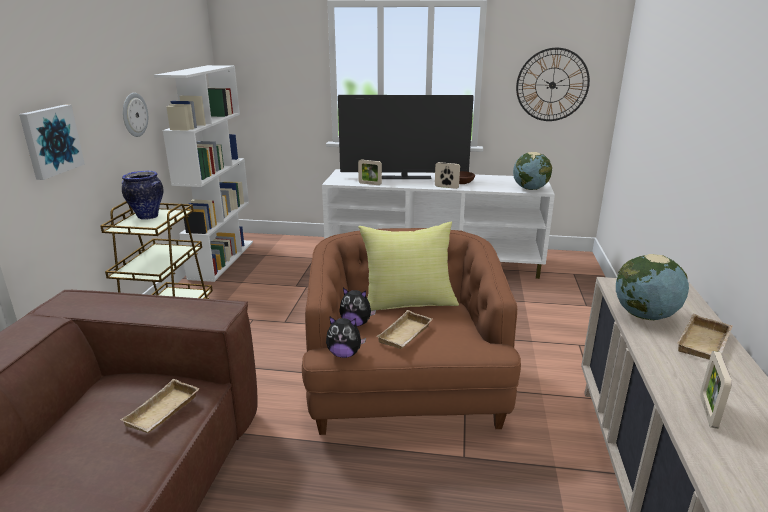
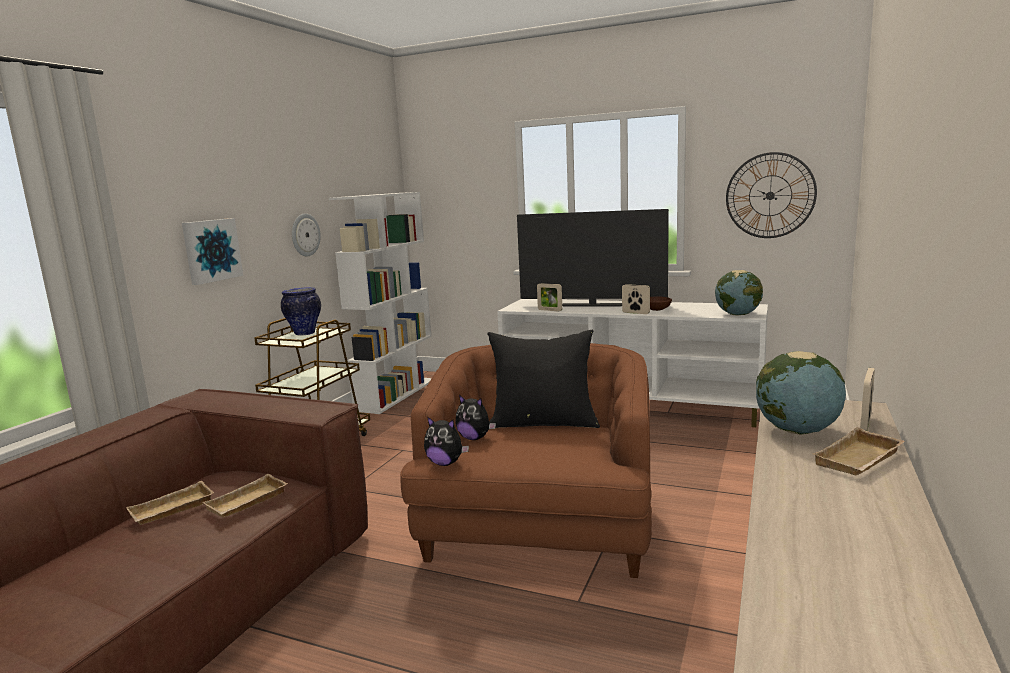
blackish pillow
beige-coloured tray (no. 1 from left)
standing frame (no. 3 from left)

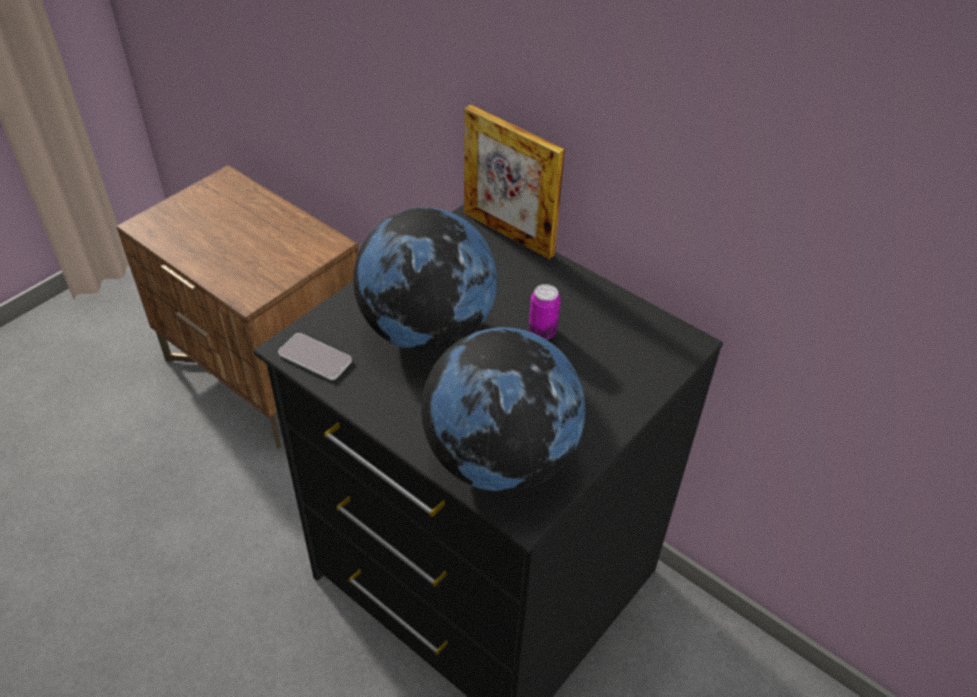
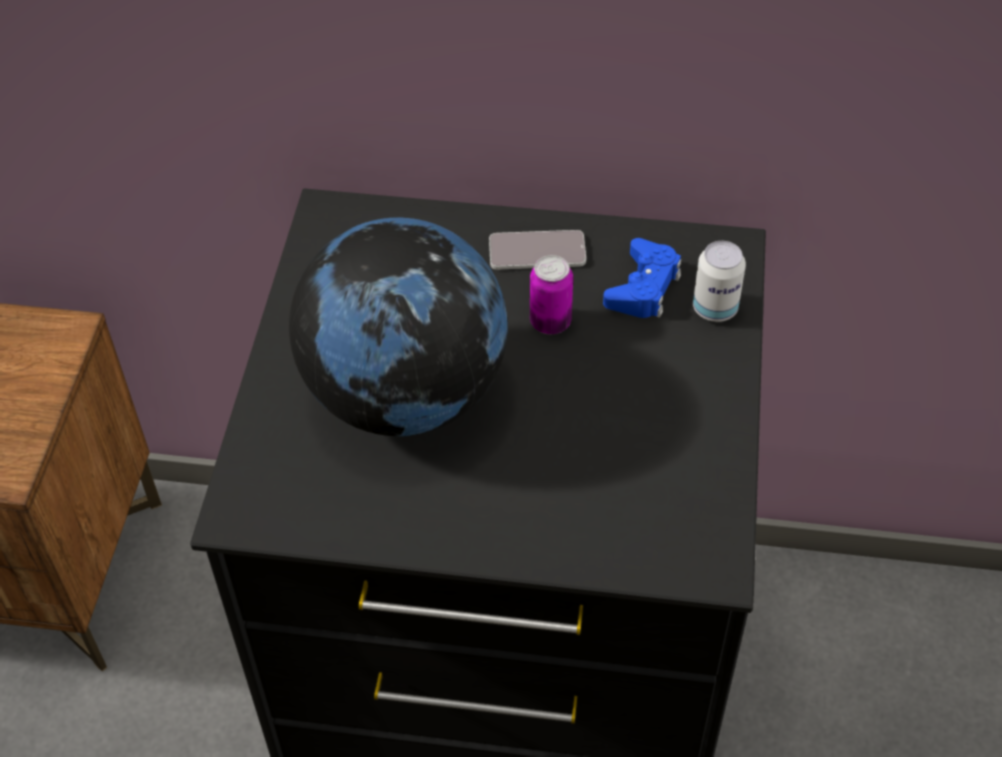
phone
world globe (no. 2 from left in the first image)
standing frame
blue gamepad
sealed can (no. 2 from left)

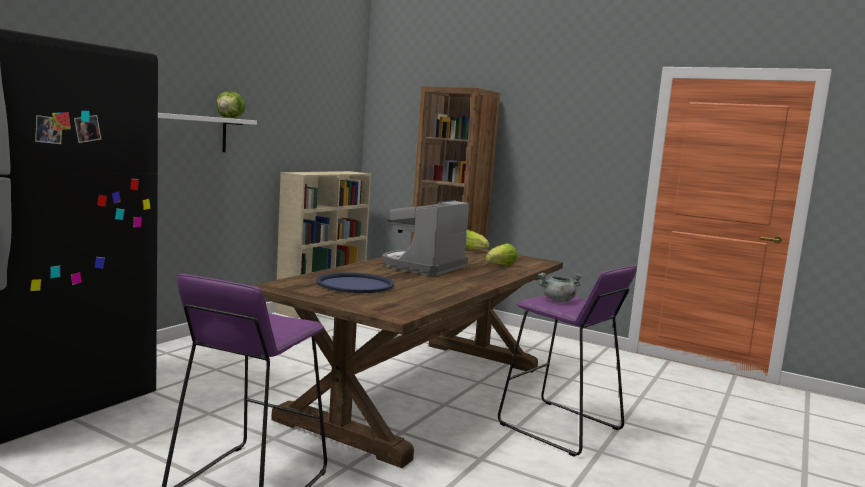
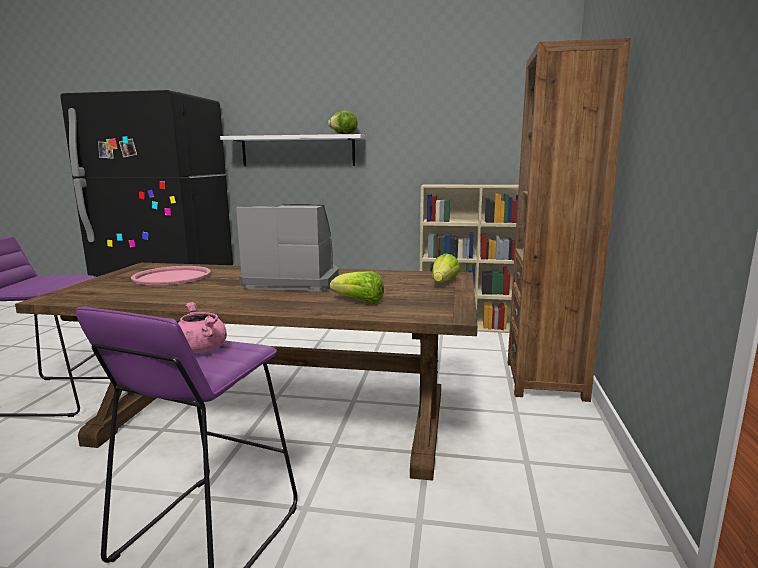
pink-coloured tray
pink-coloured saucepot

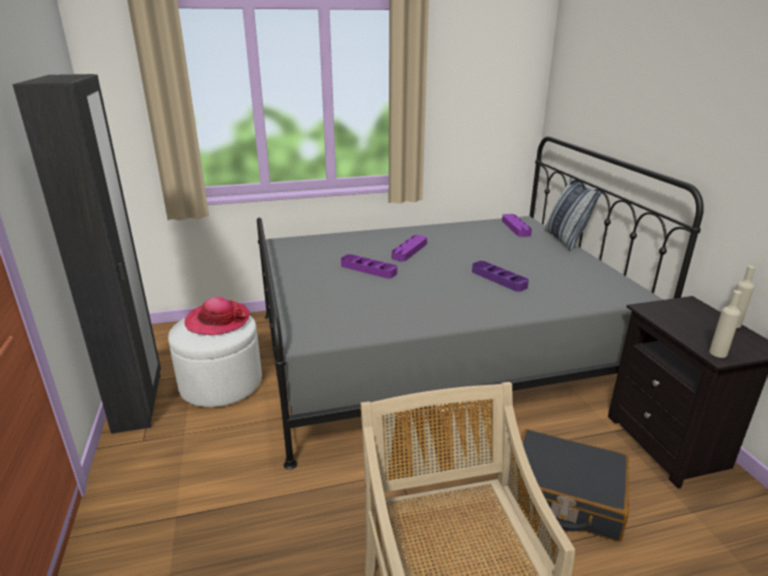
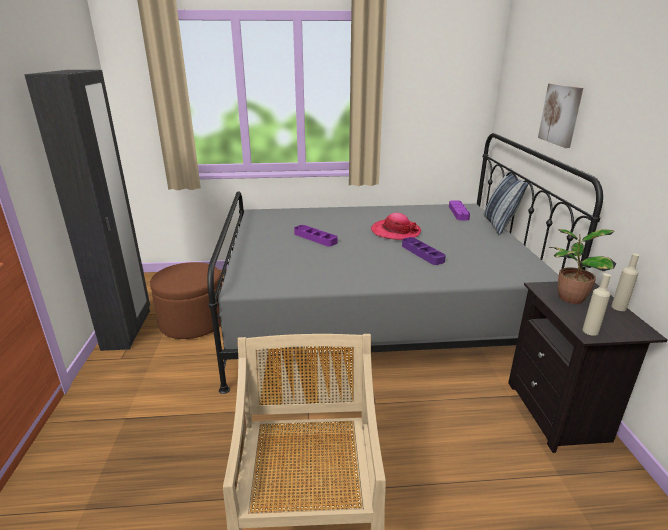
brownish pouffe
hat
purple tray (no. 2 from left in the first image)
blackish piece of luggage
picture
houseplant

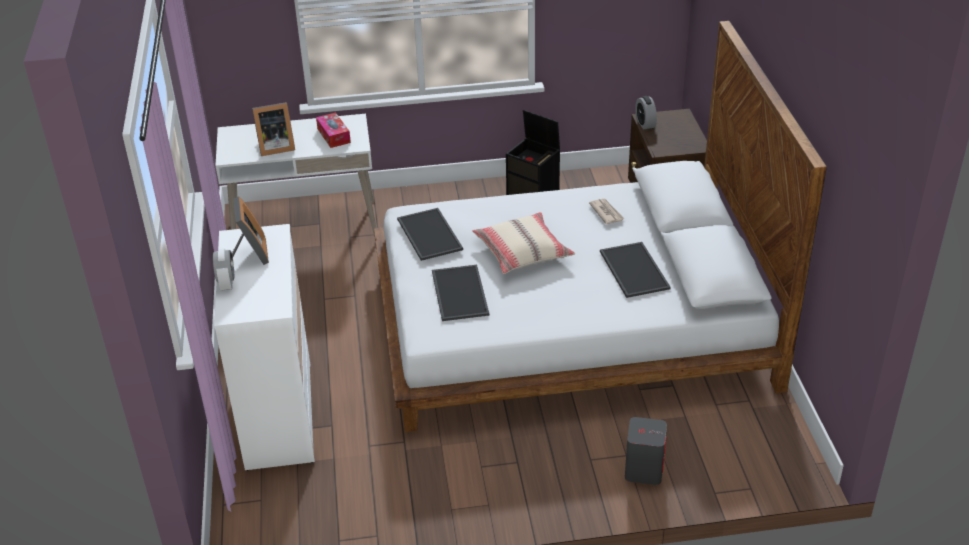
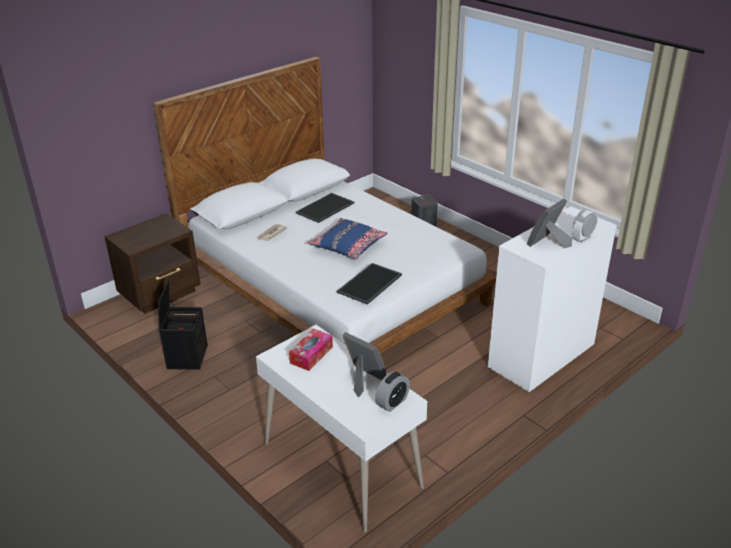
tray (no. 2 from left in the first image)
blue pillow
bedside clock (no. 1 from left)

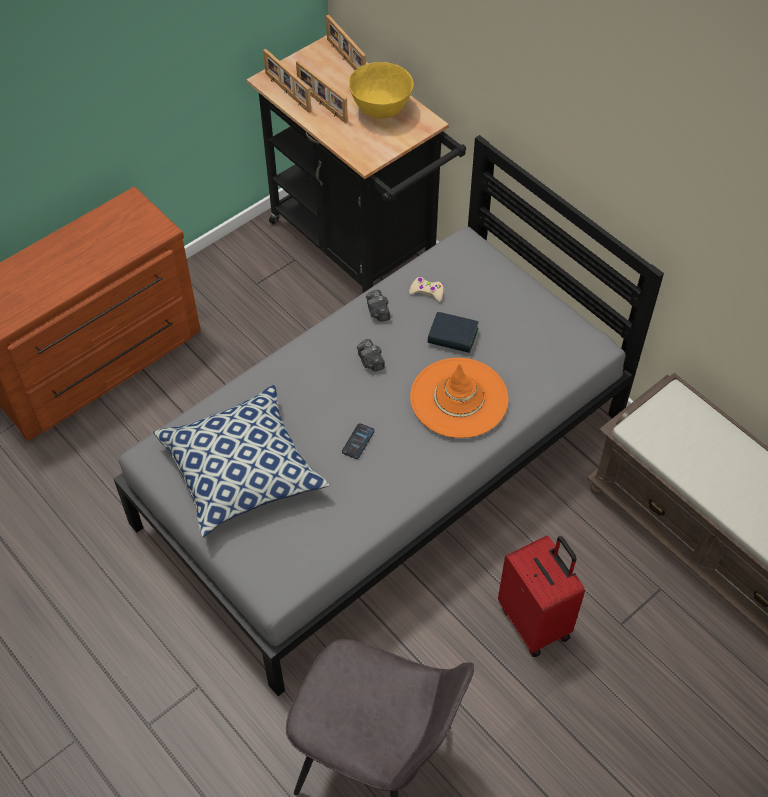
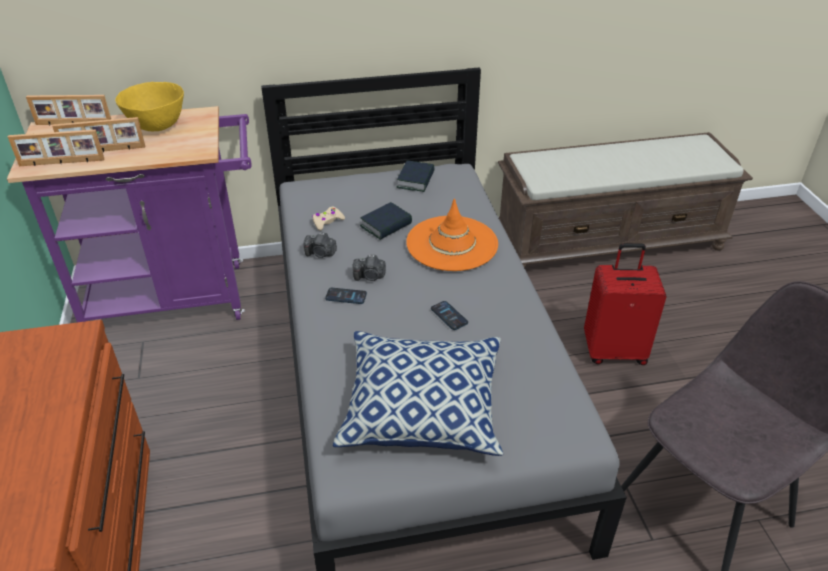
purple trolley
phone (no. 1 from left)
volume (no. 2 from left)

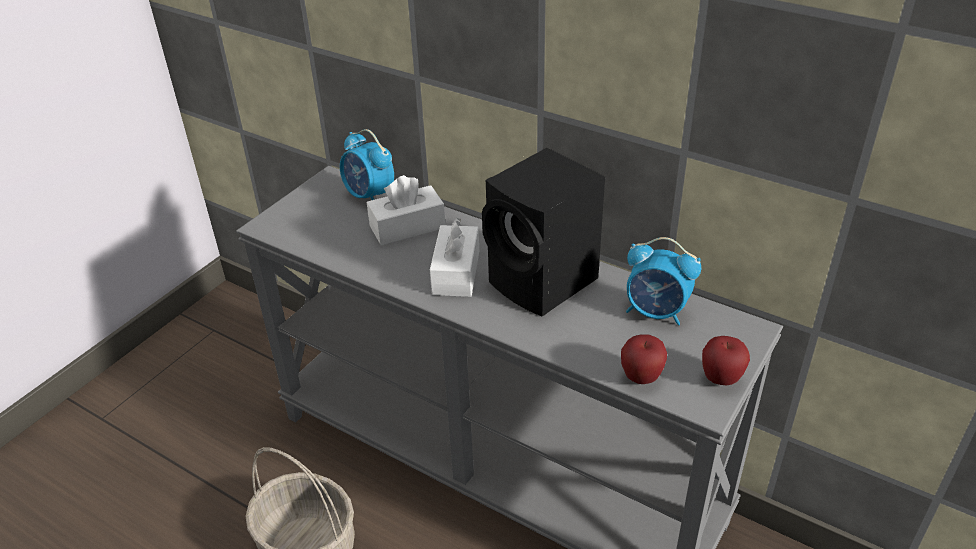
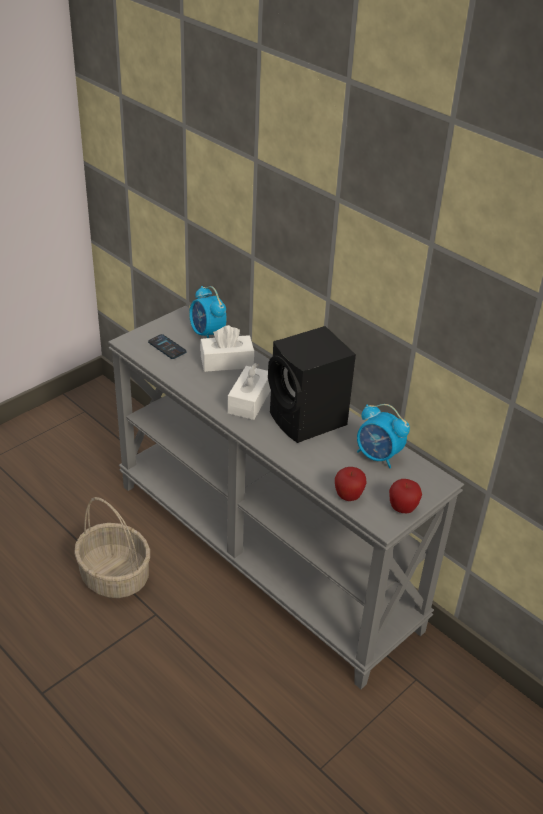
phone

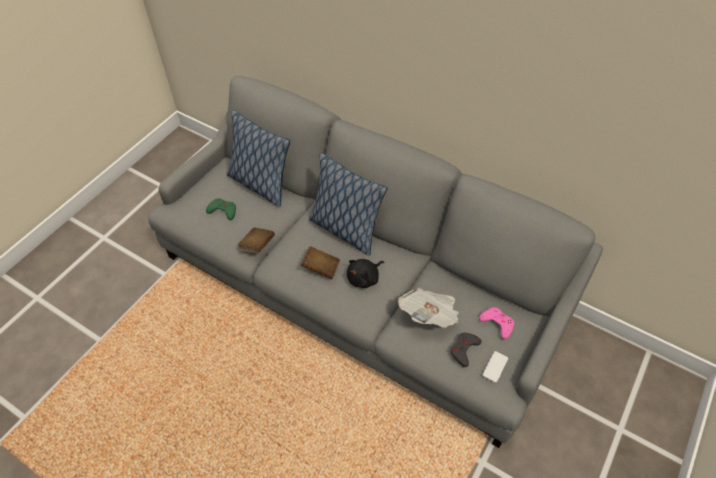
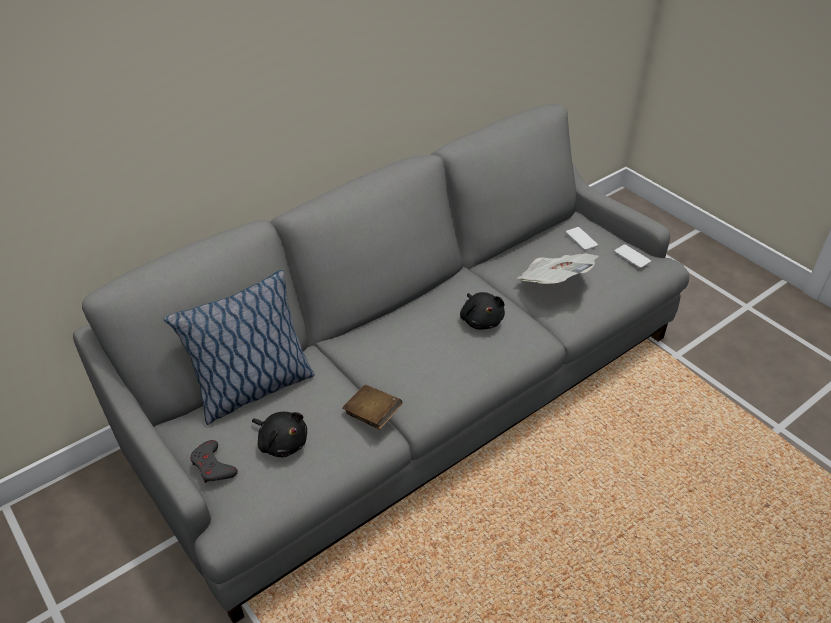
blackish soft toy (no. 1 from left)
brownish volume (no. 2 from left in the first image)
pillow (no. 2 from left in the first image)
greyish gamepad
phone (no. 1 from left)

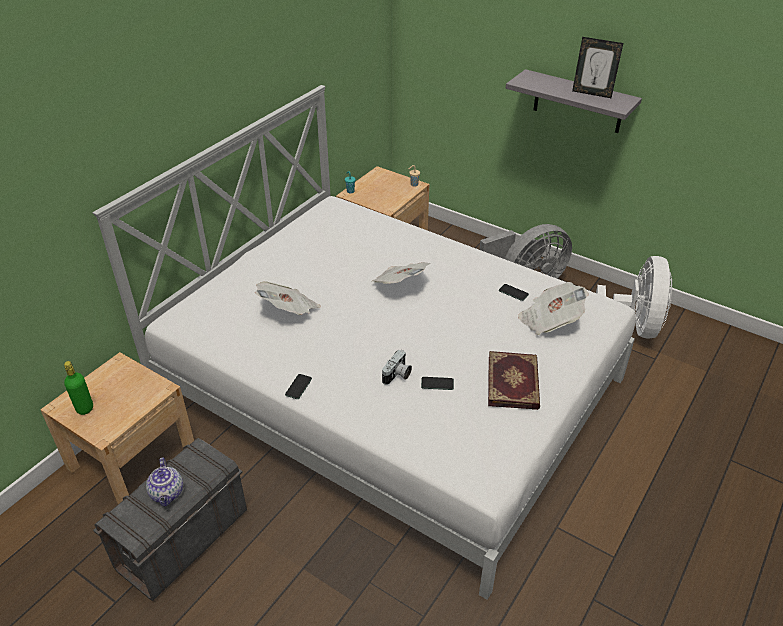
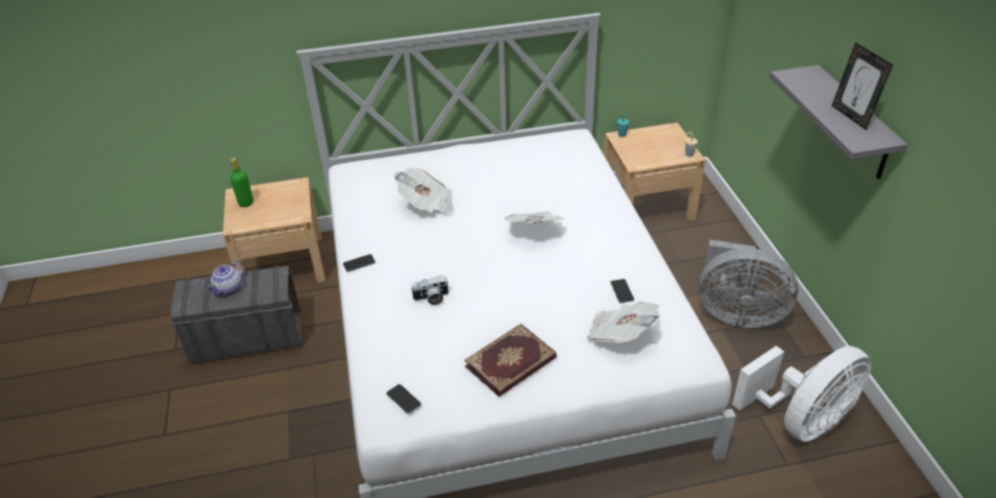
phone (no. 2 from left)

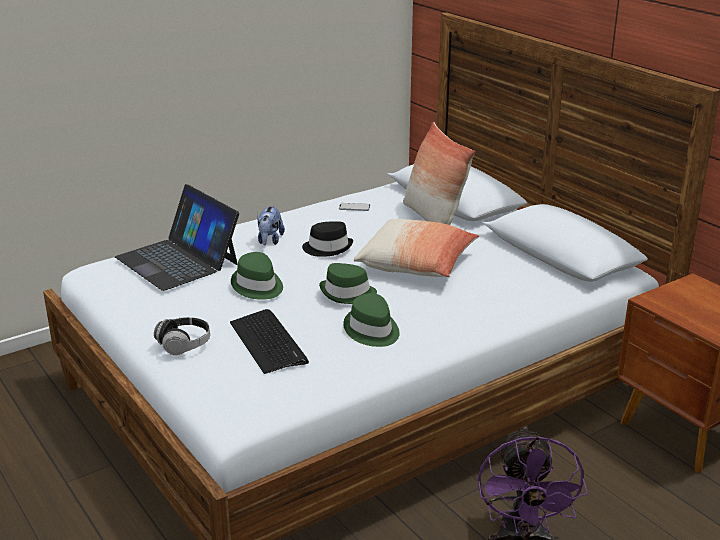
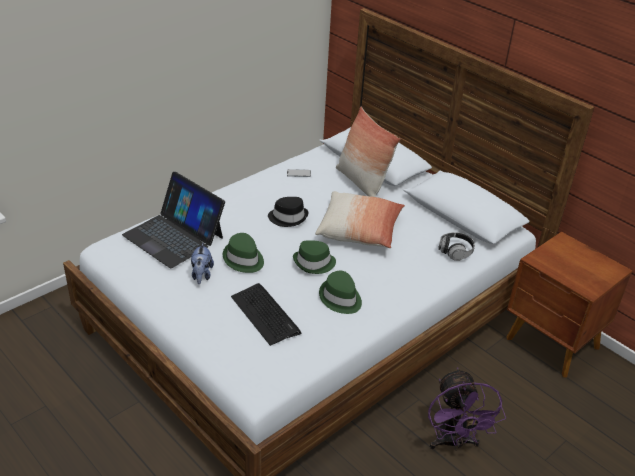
pair of headphones
soft toy

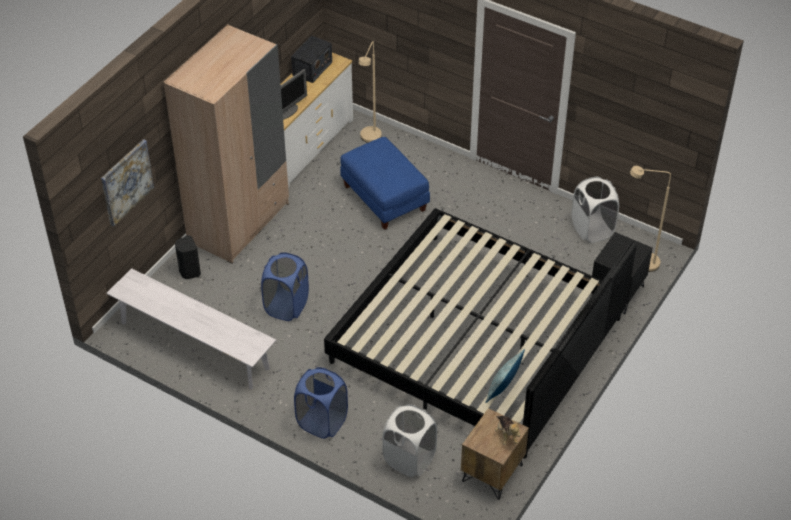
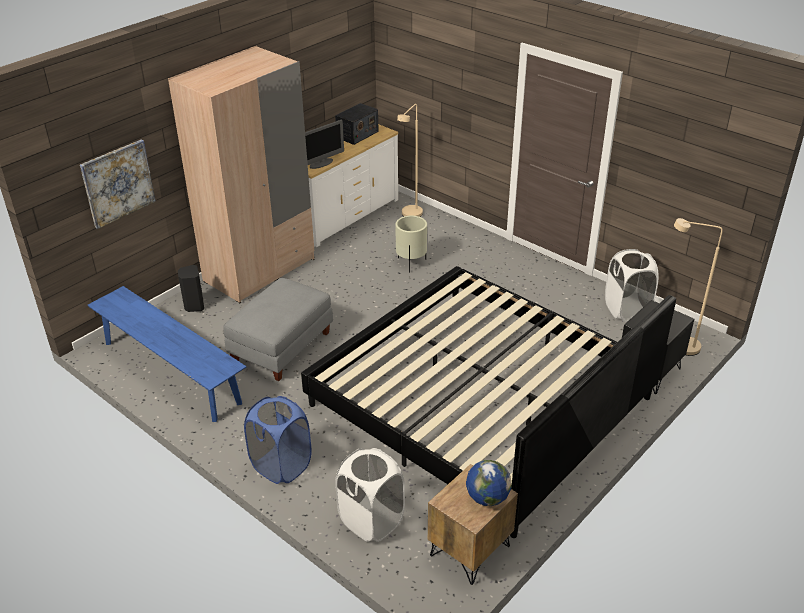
blue bench
greyish pouffe
beige-coloured planter
pillow
world globe

